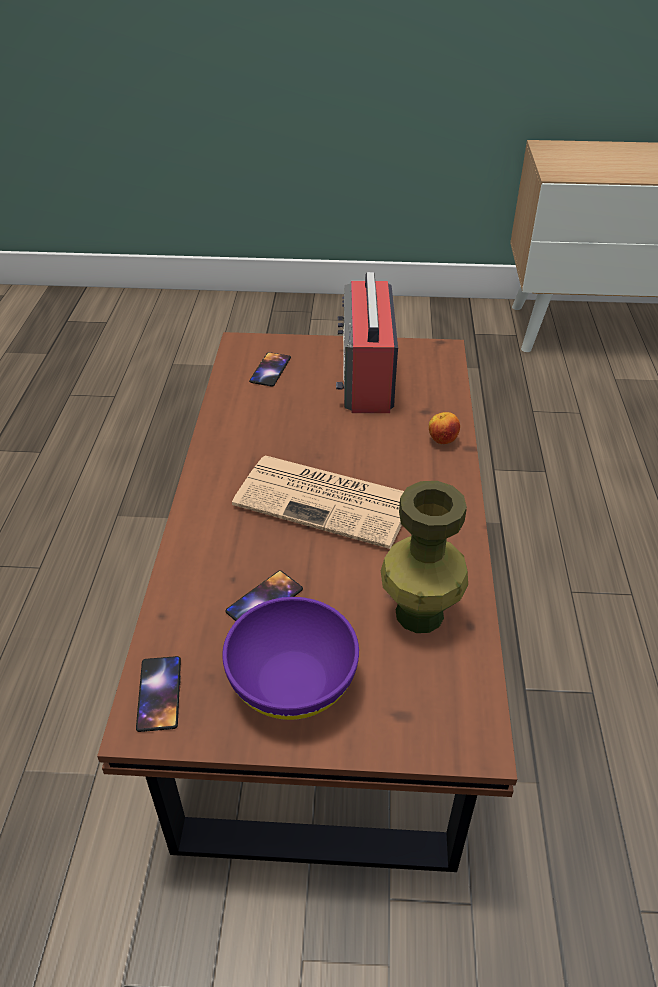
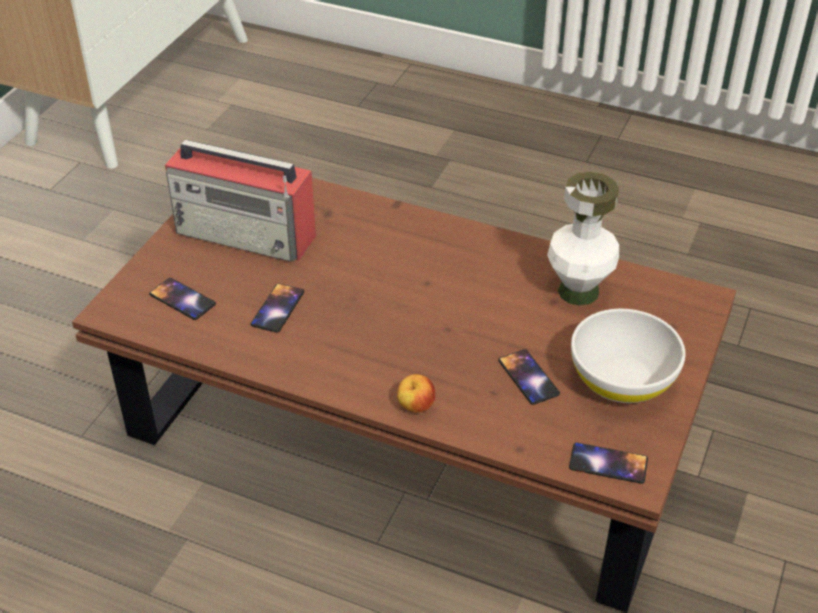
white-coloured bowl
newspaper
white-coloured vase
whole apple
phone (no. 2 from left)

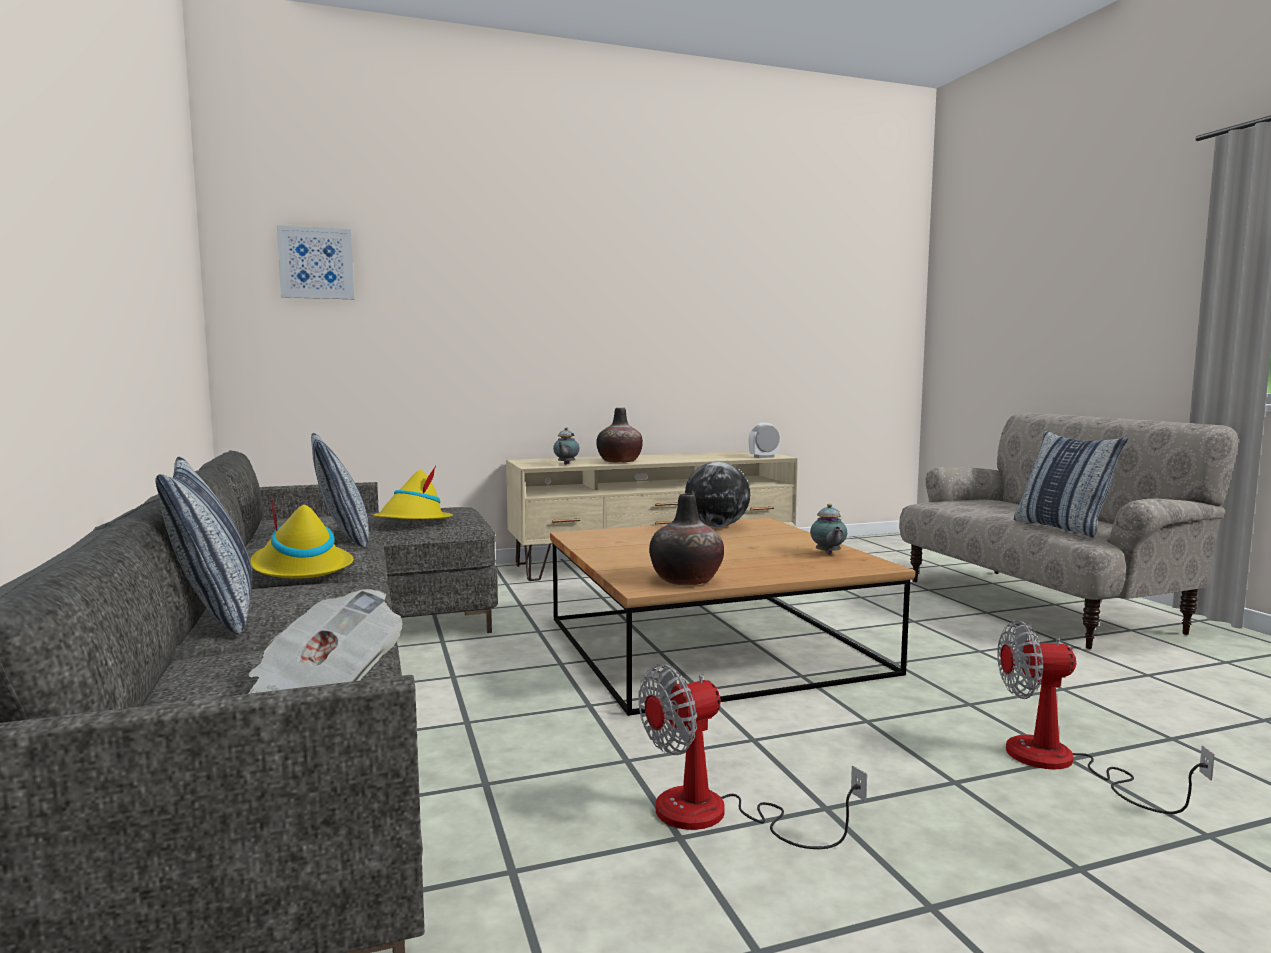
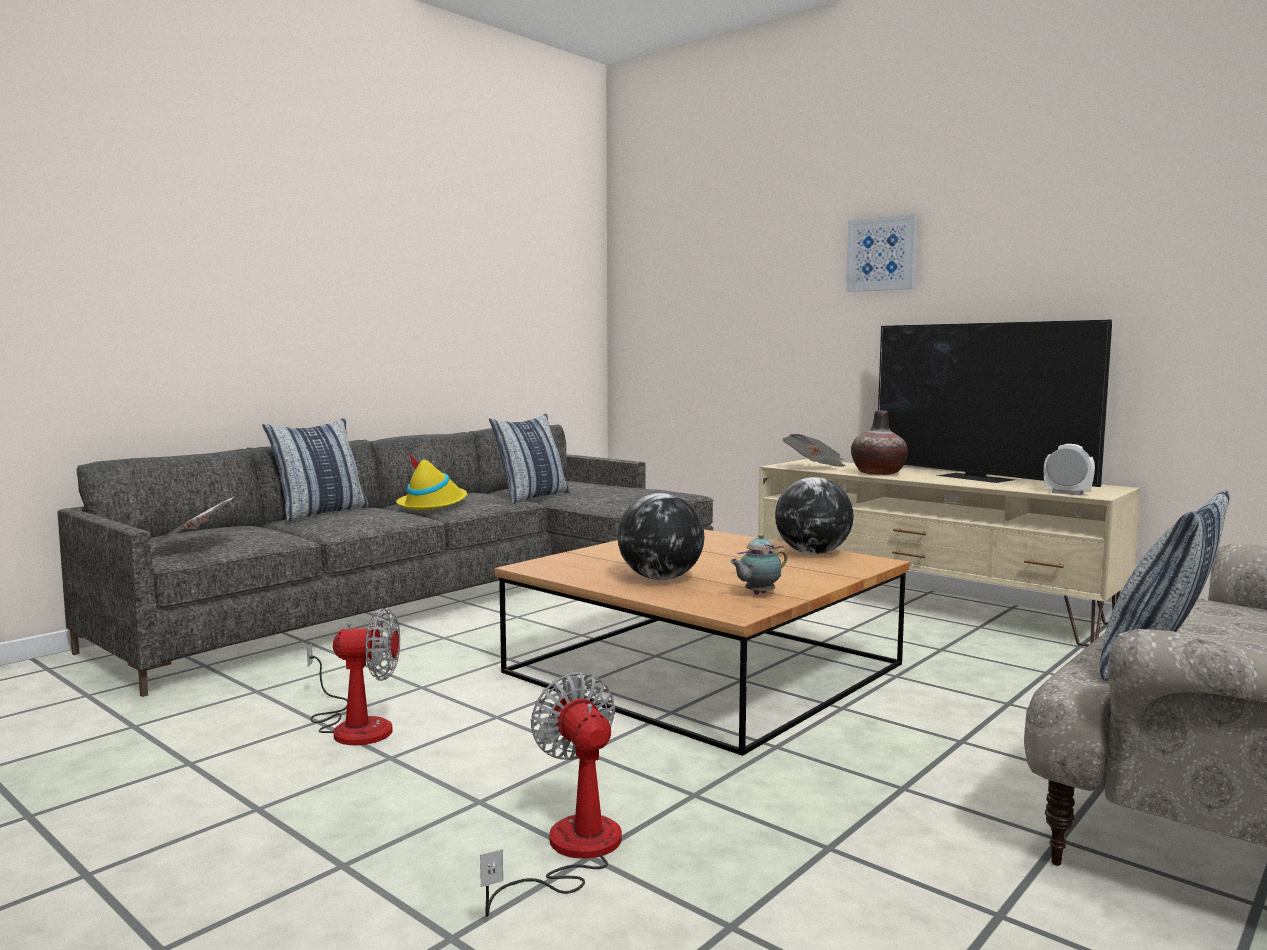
picture
yellowish hat (no. 2 from left in the first image)
newspaper (no. 2 from left)
cooling fan (no. 1 from left)
vase (no. 2 from left in the first image)
world globe (no. 1 from left)
TV

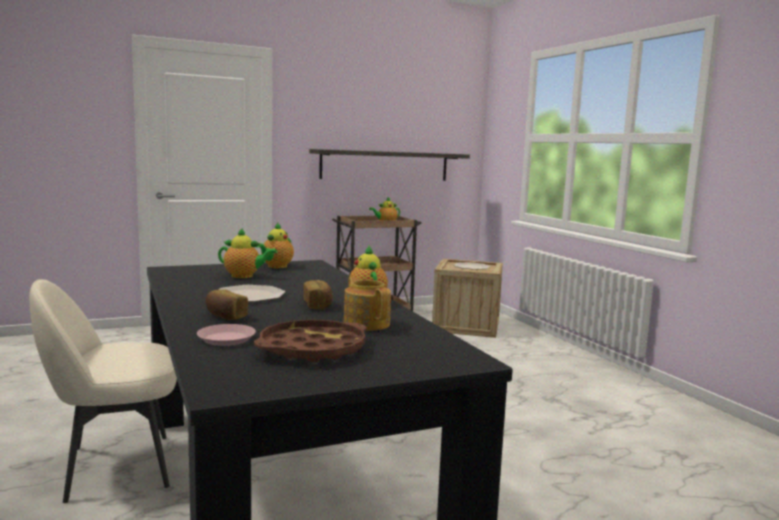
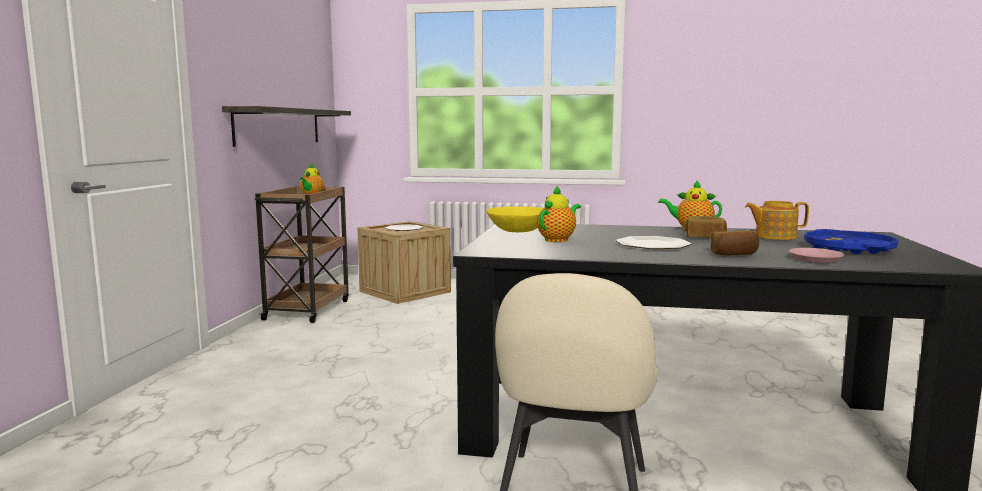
blue tray
yellowish bowl

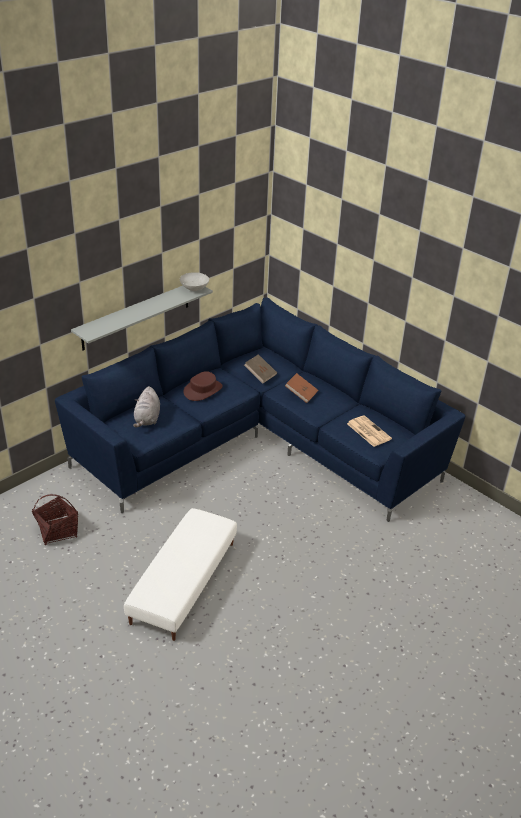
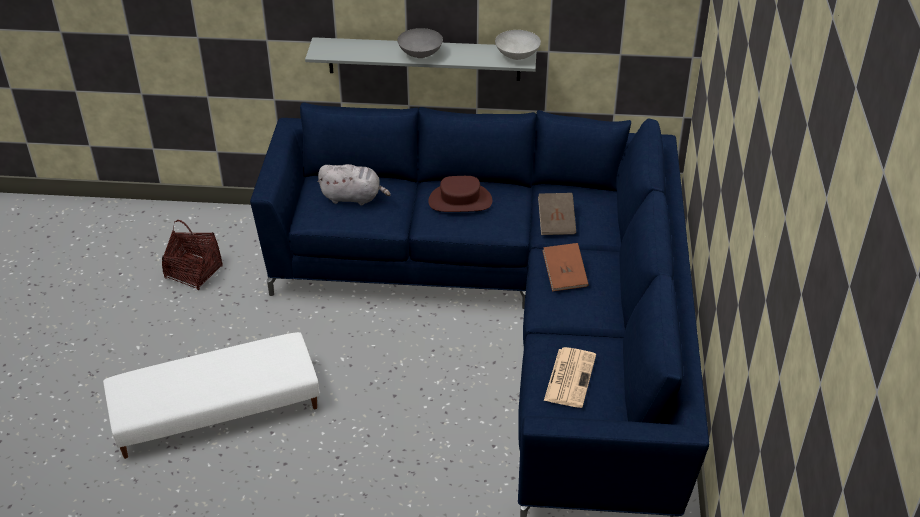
greyish soft toy
greyish bowl (no. 1 from left)

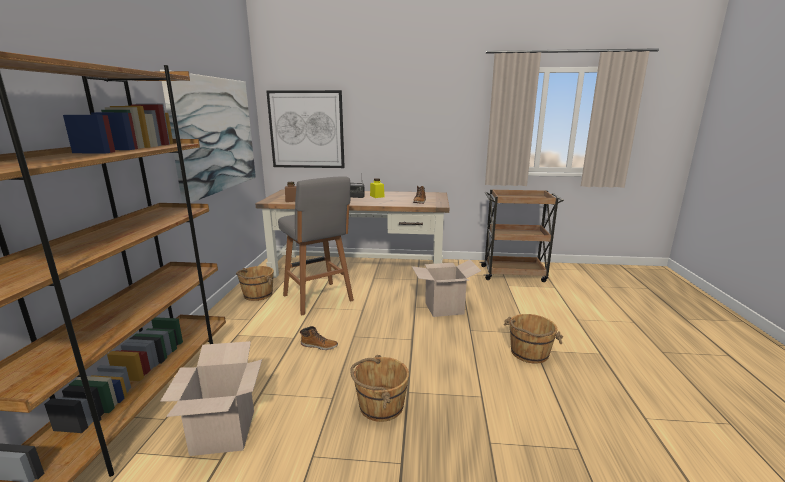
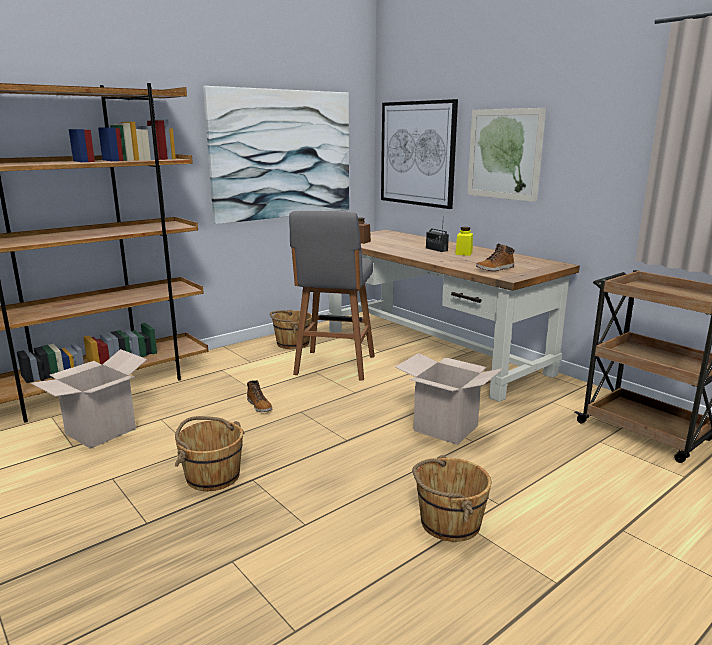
picture (no. 3 from left)

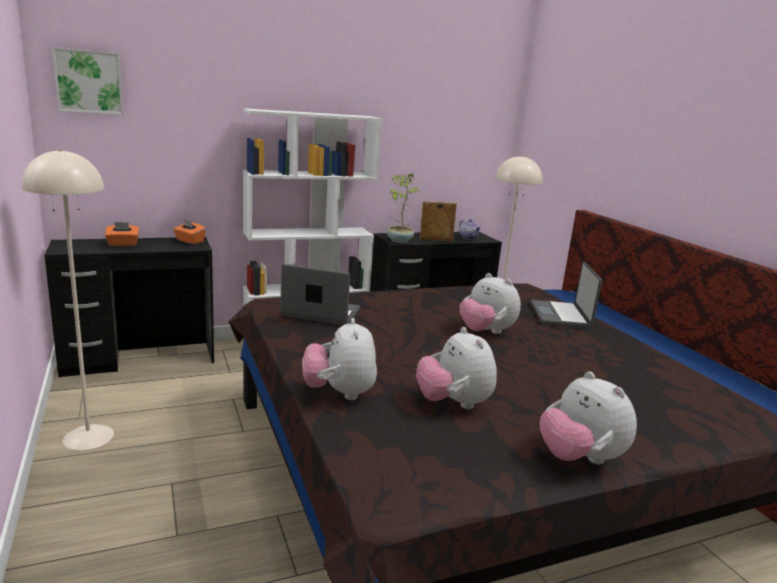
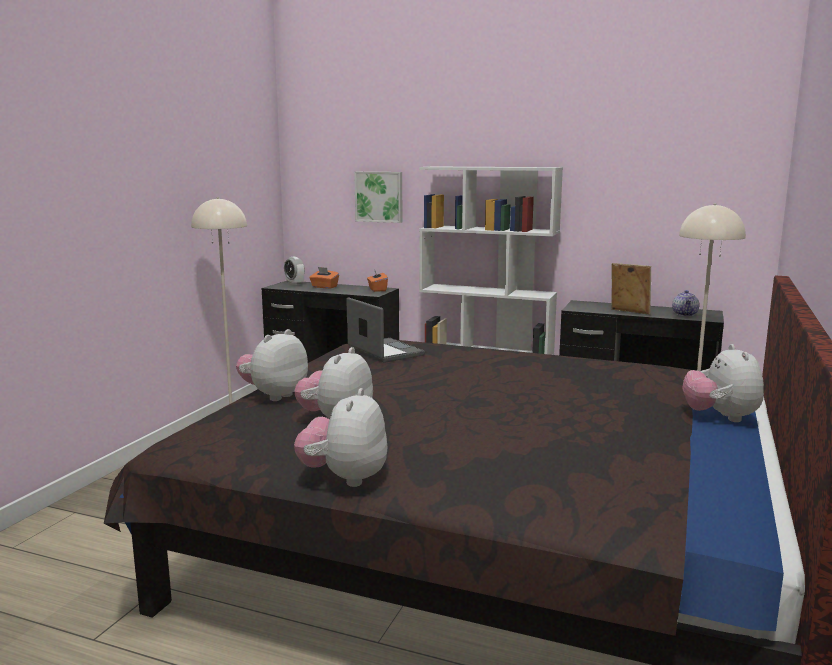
picture
houseplant
soft toy (no. 4 from left)
portable computer (no. 2 from left in the first image)
bedside clock

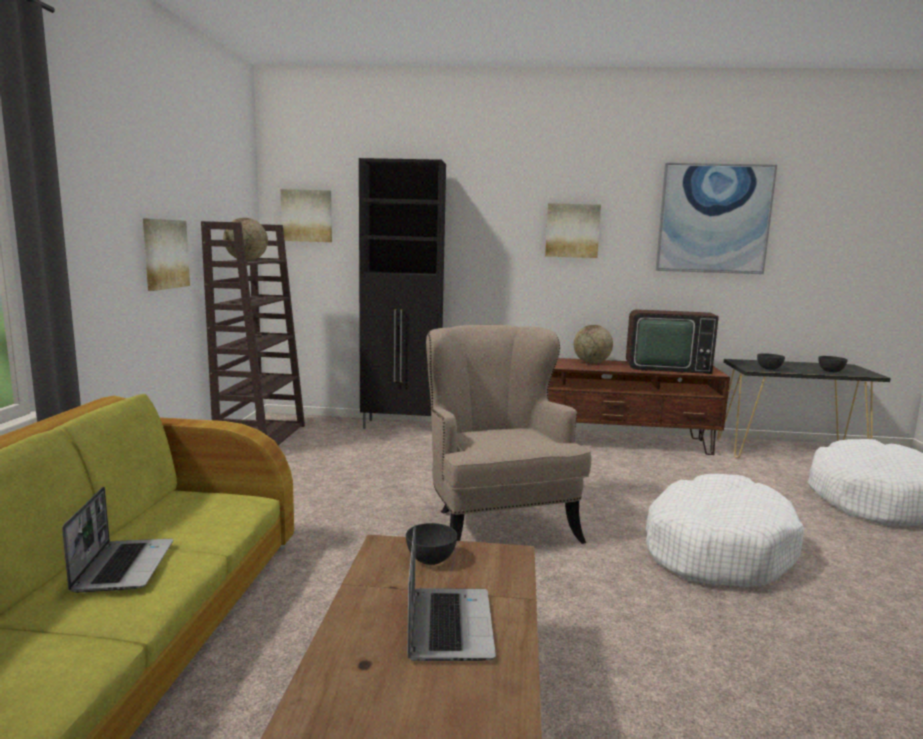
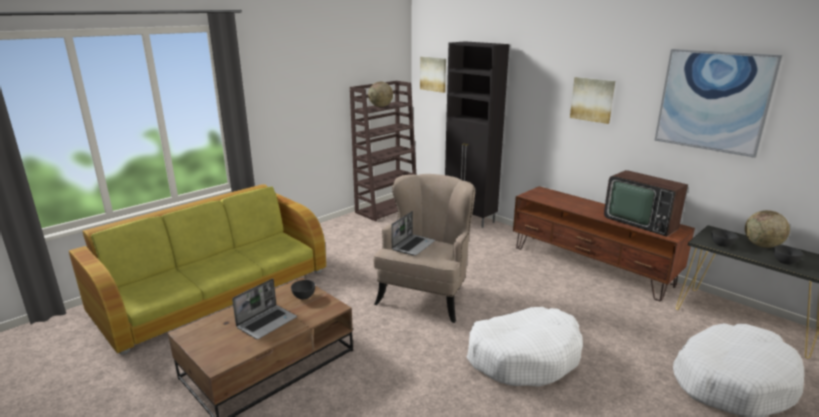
portable computer (no. 2 from left)
picture (no. 1 from left in the first image)
world globe (no. 2 from left)

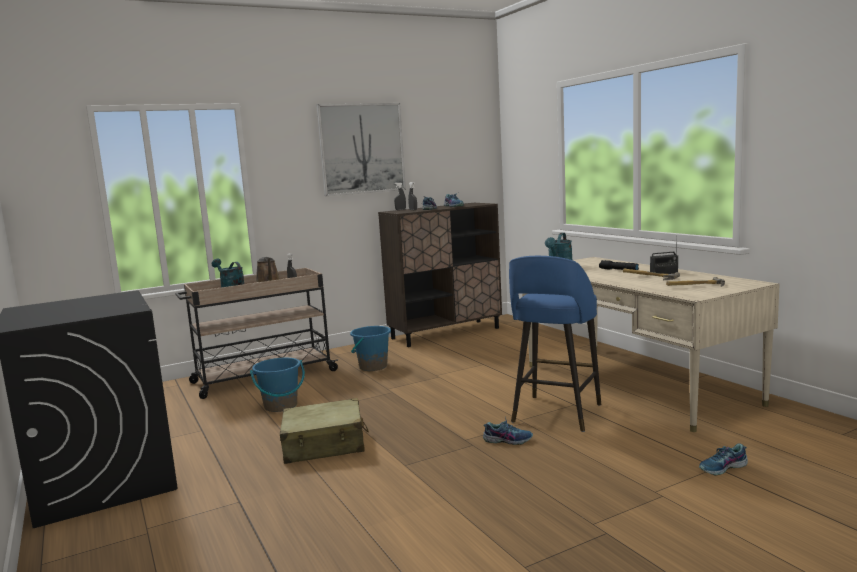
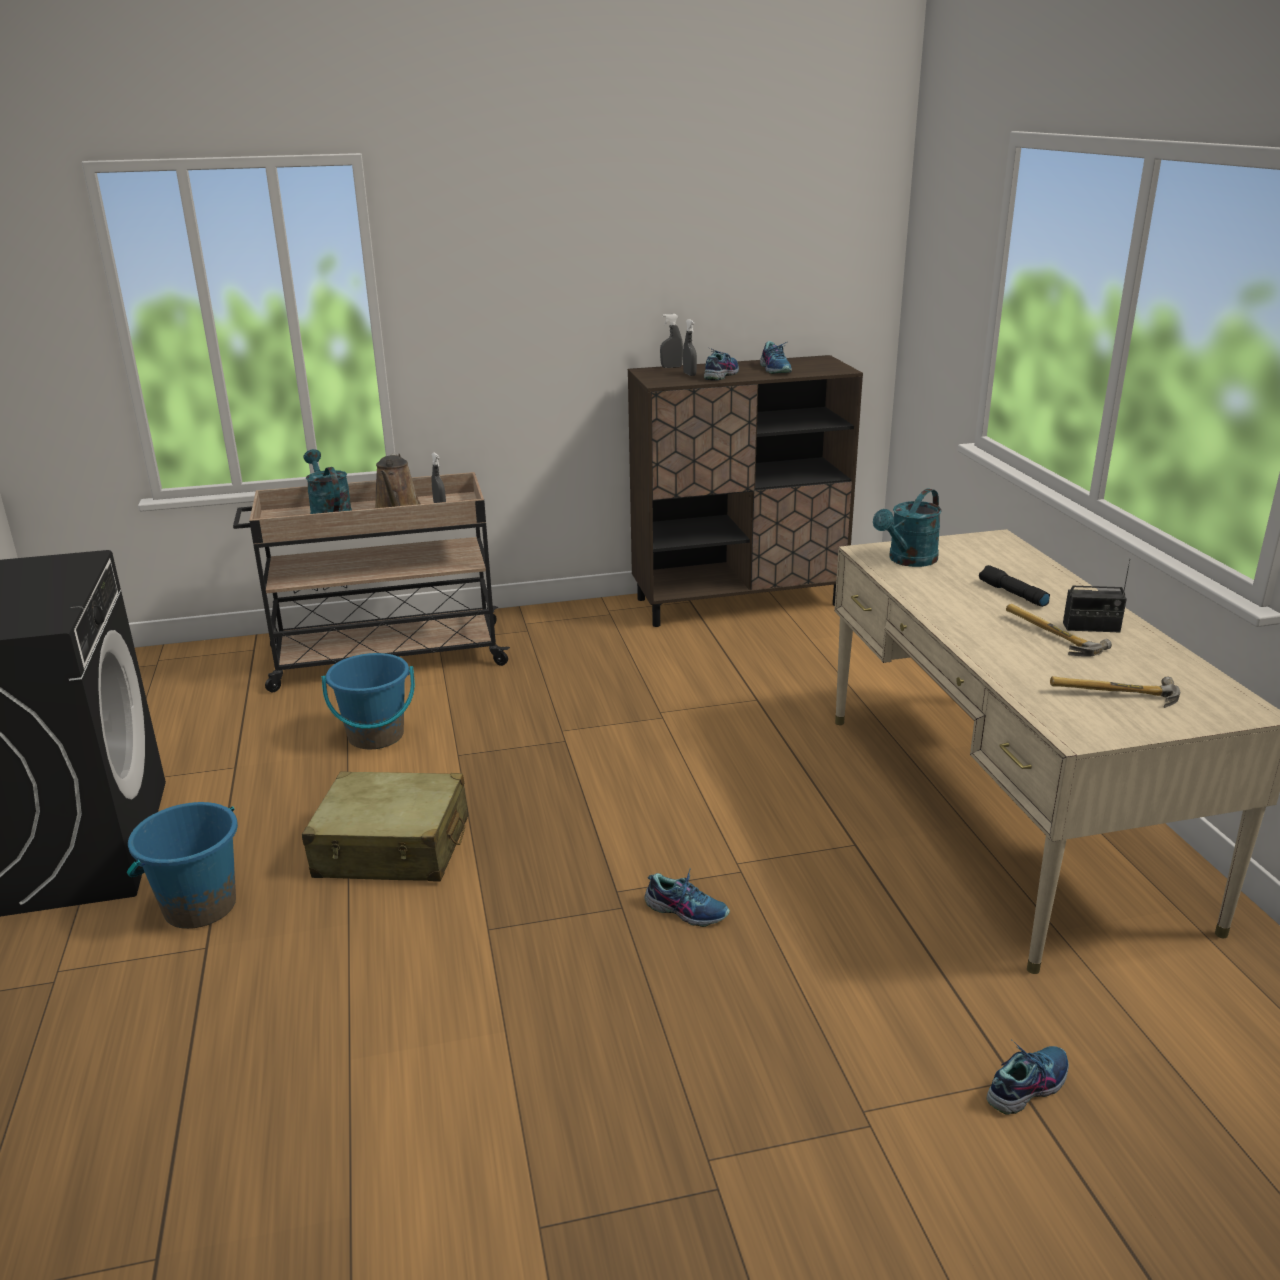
picture
blue water bucket (no. 1 from left)
blue stool
shoe (no. 4 from left)

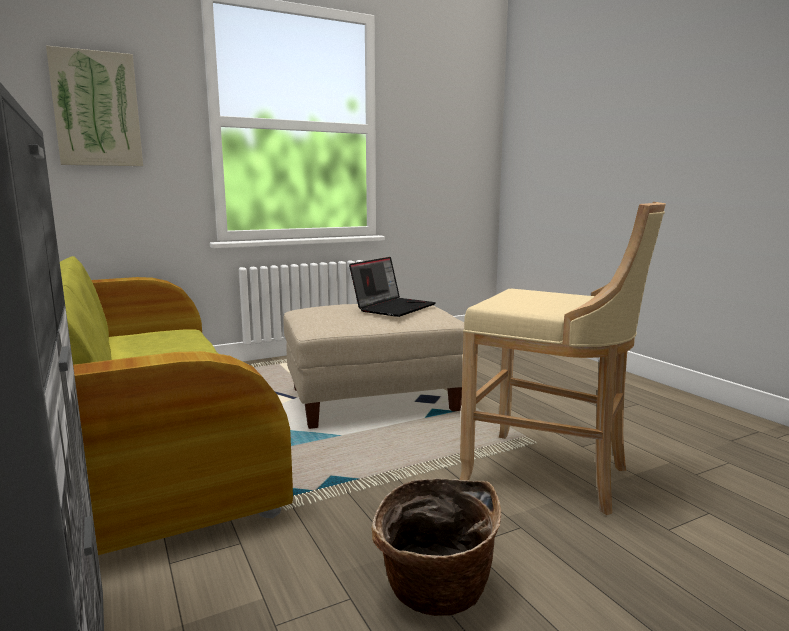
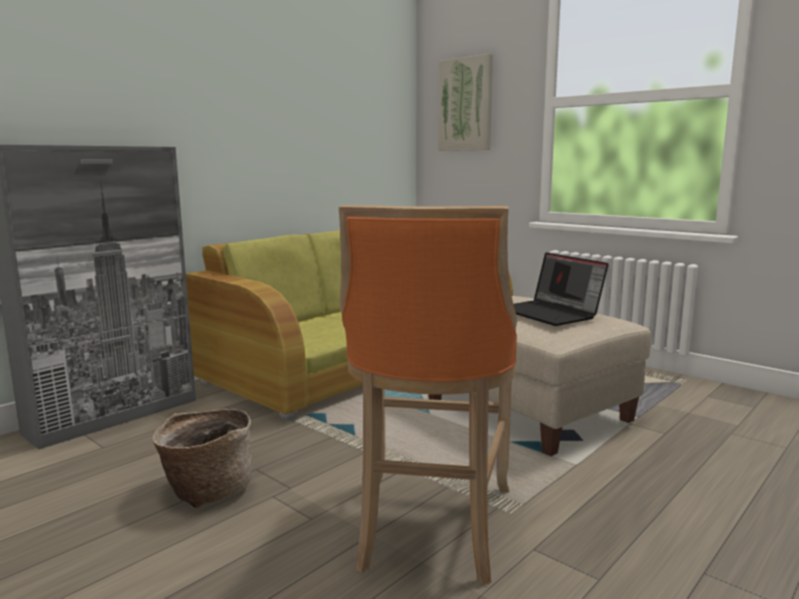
portable computer
orange-coloured stool

